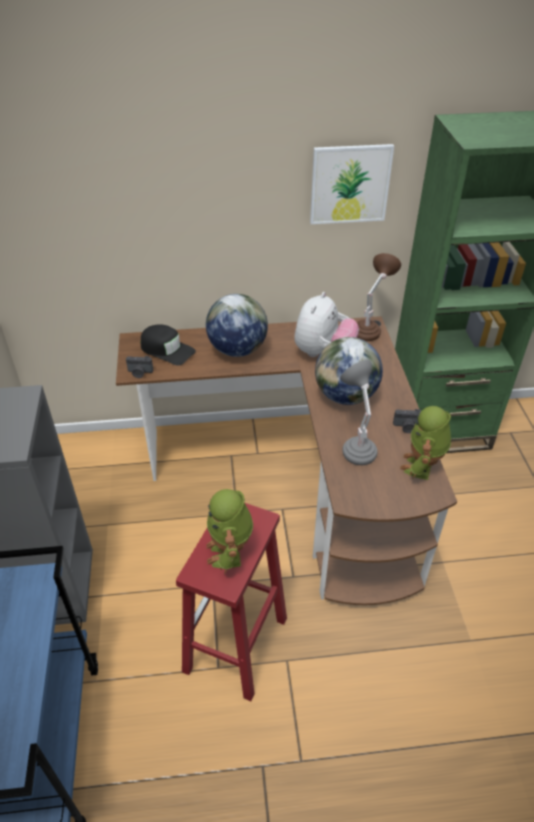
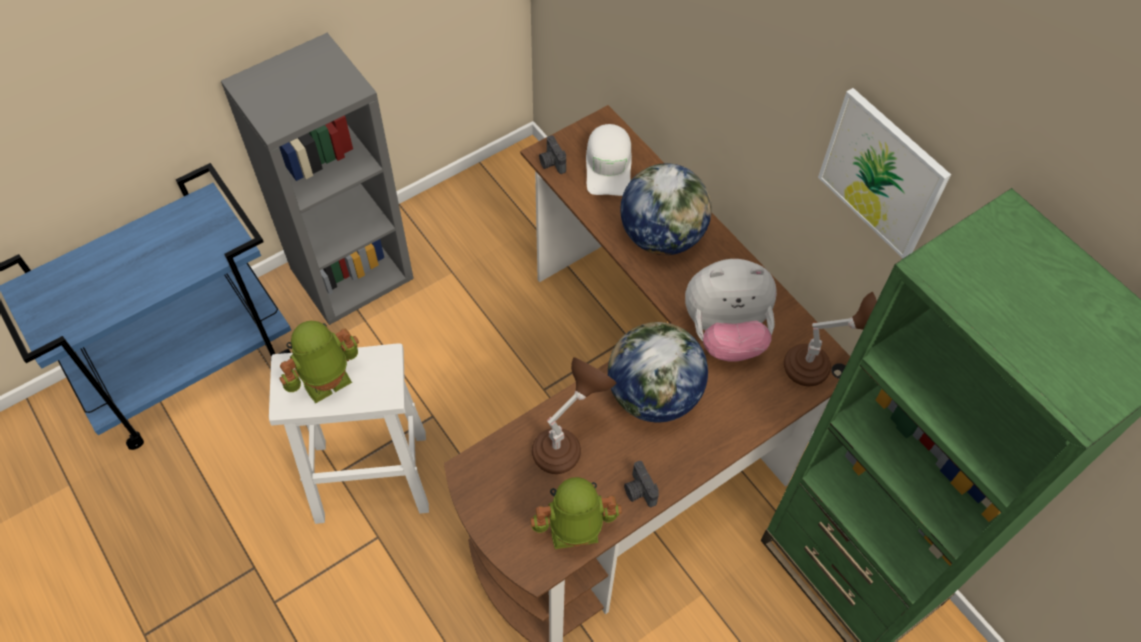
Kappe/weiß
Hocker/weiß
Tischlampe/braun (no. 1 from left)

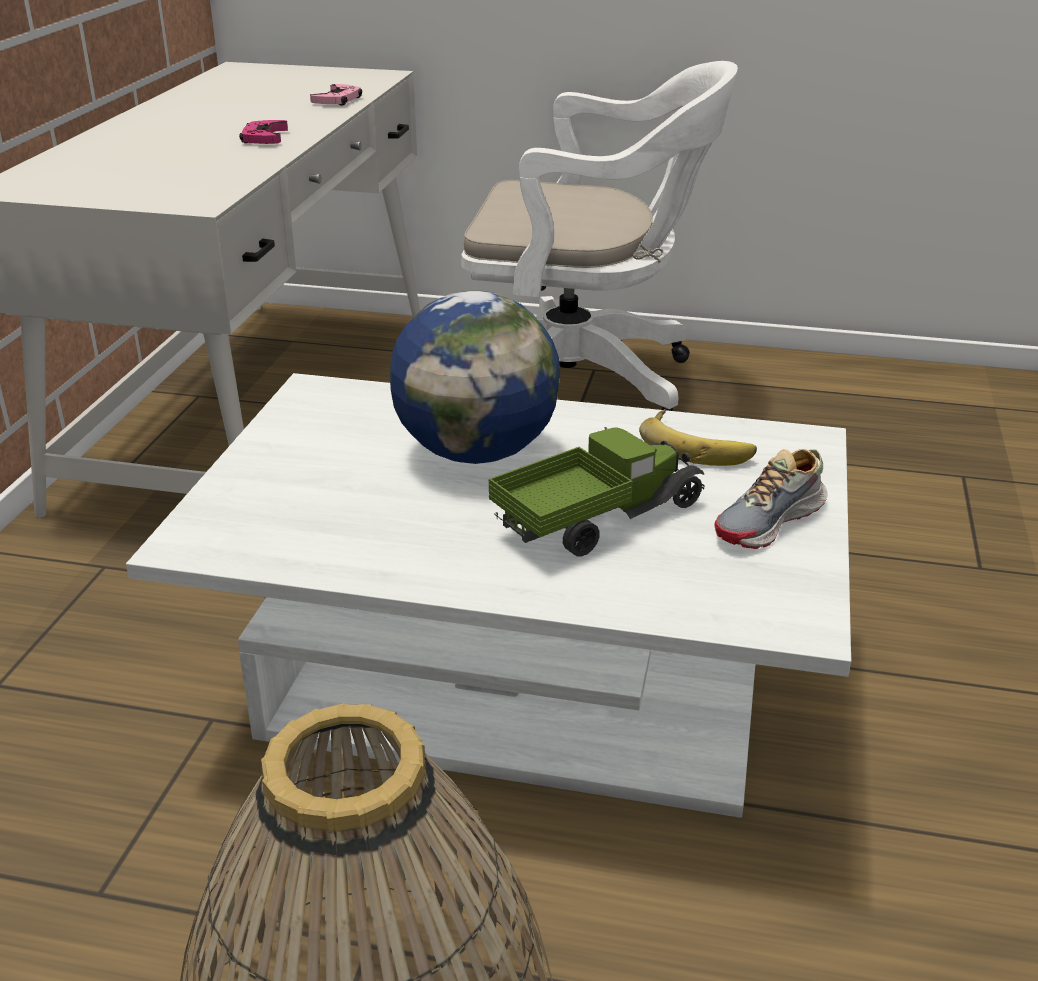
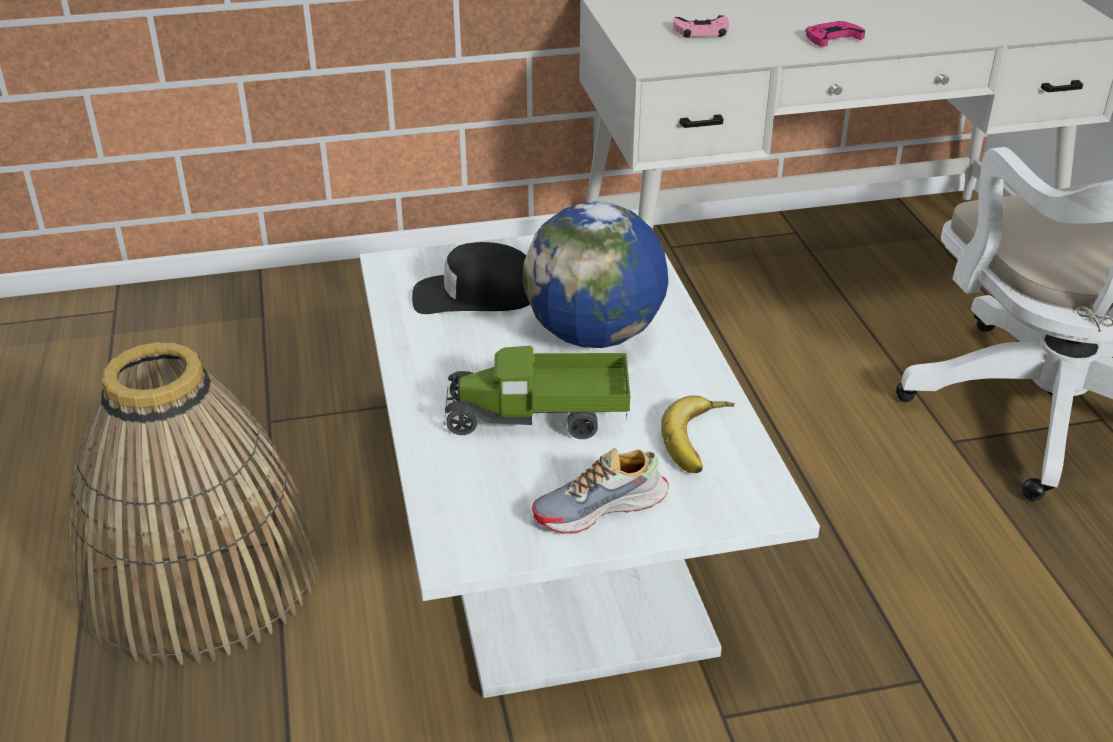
Kappe/schwarz
Gamepad/rosa (no. 1 from left)
Spielzeuglaster
Schuh

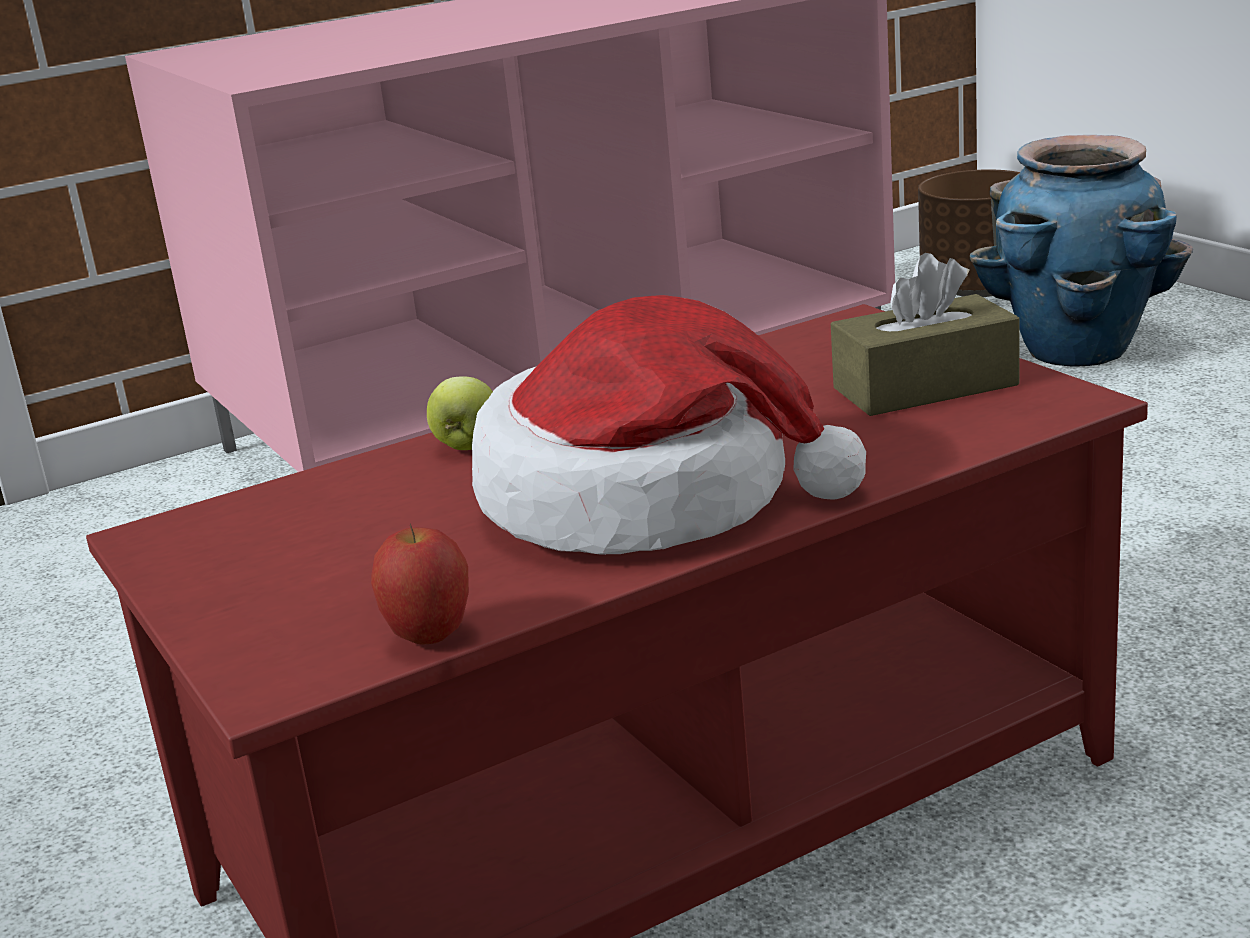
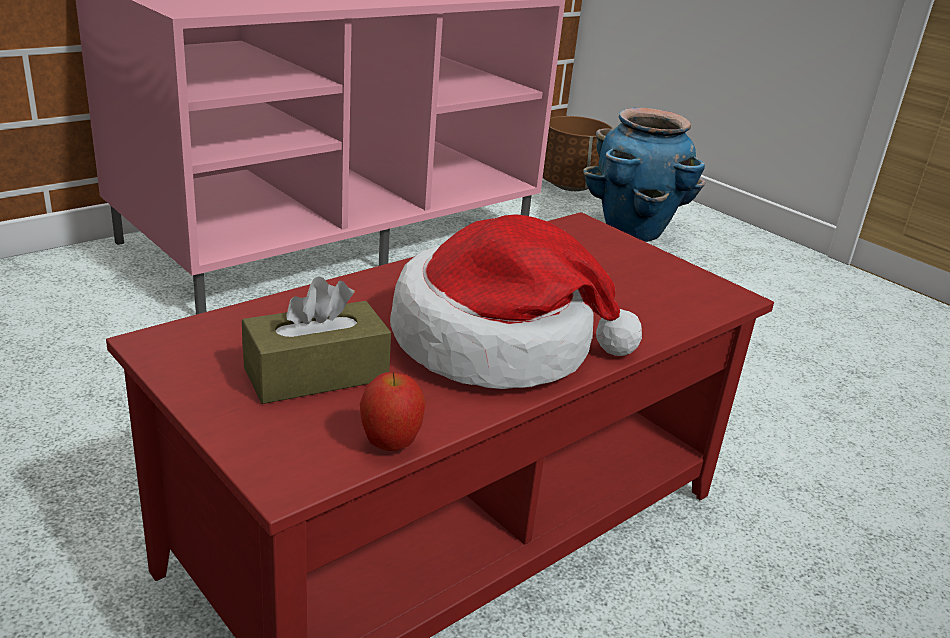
Apfel (no. 2 from left in the first image)
Taschentuchbox/braun

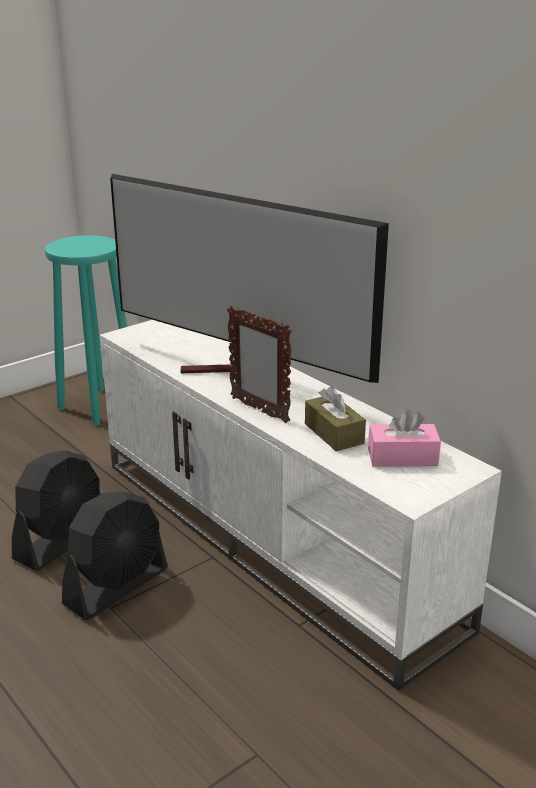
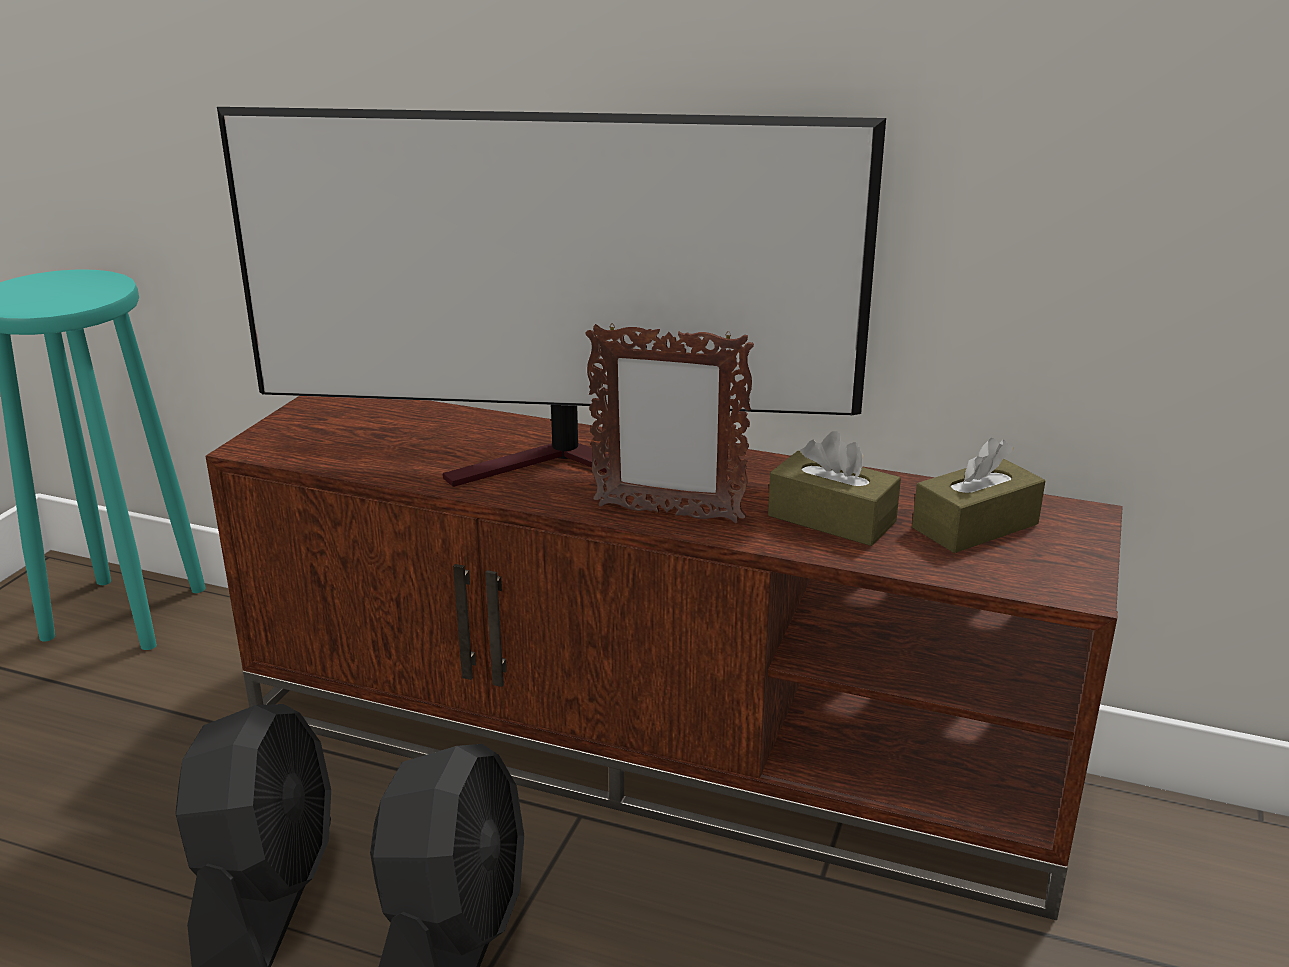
Fernsehschrank/braun
Taschentuchbox/braun (no. 2 from left)

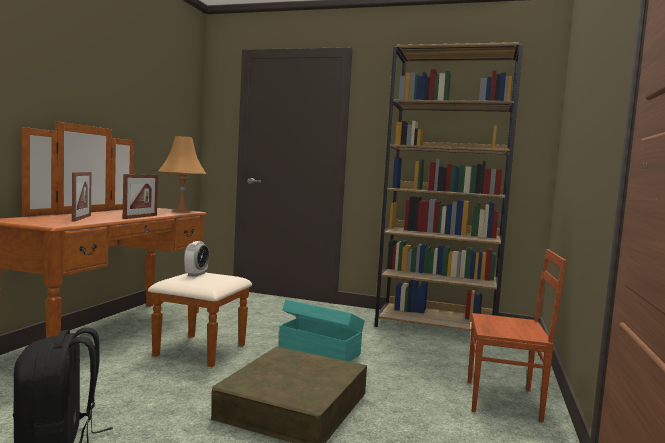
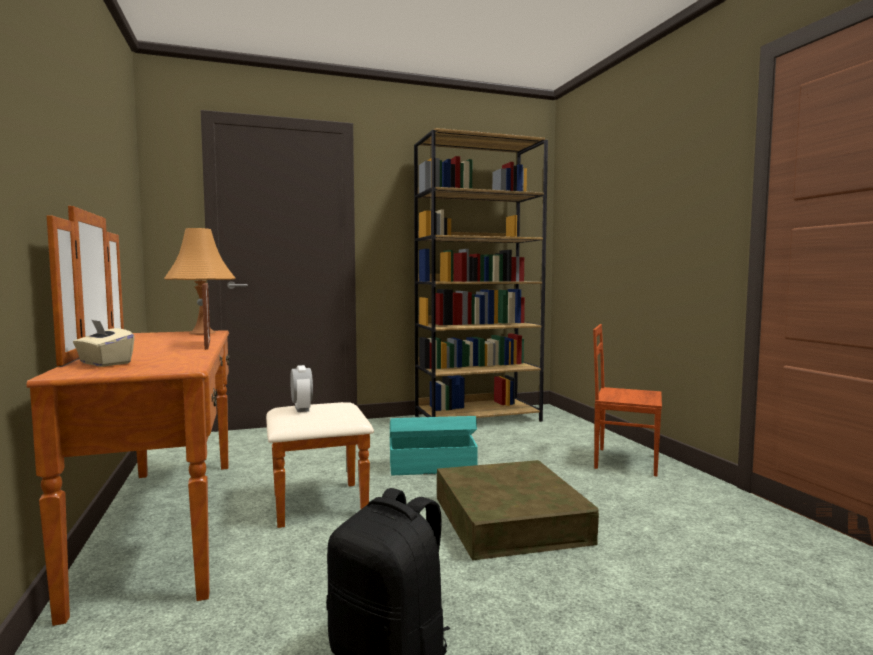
Bilderrahmen (no. 1 from left in the first image)
Taschentuchbox/beige
Stuhl/braun

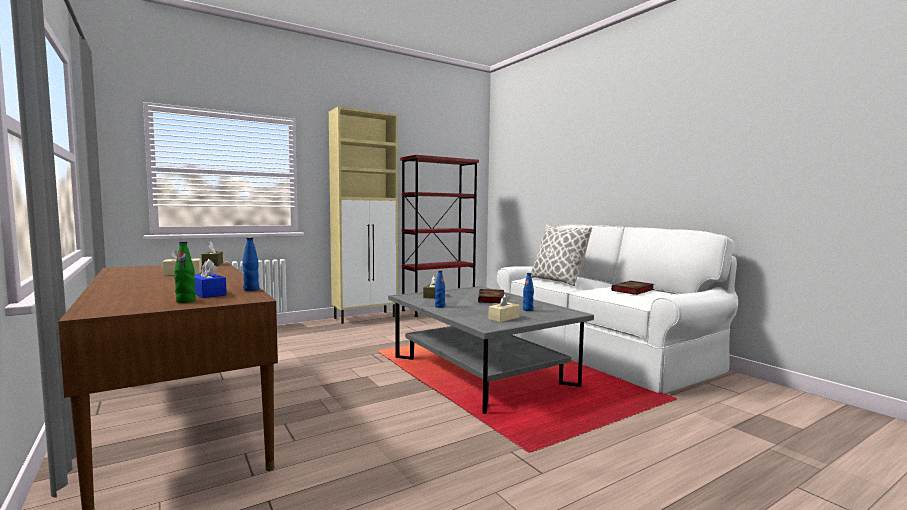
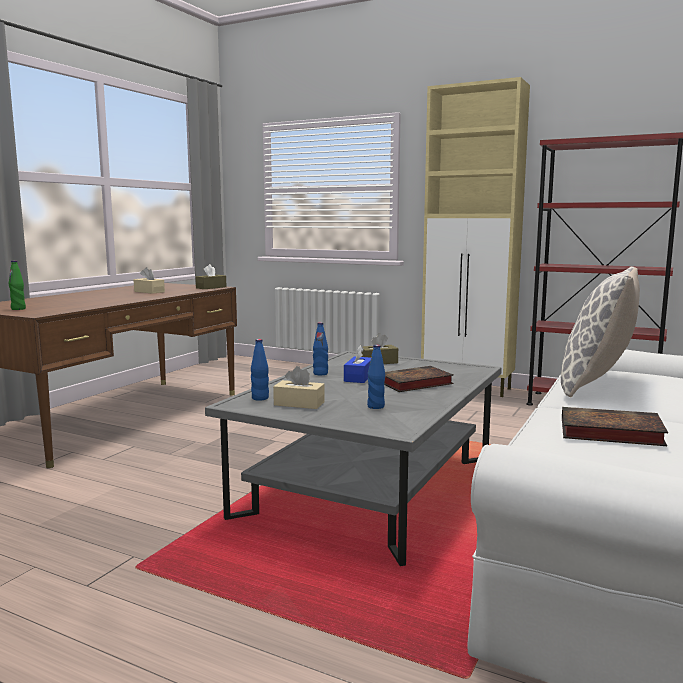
Taschentuchbox/blau
Flasche/blau (no. 1 from left)

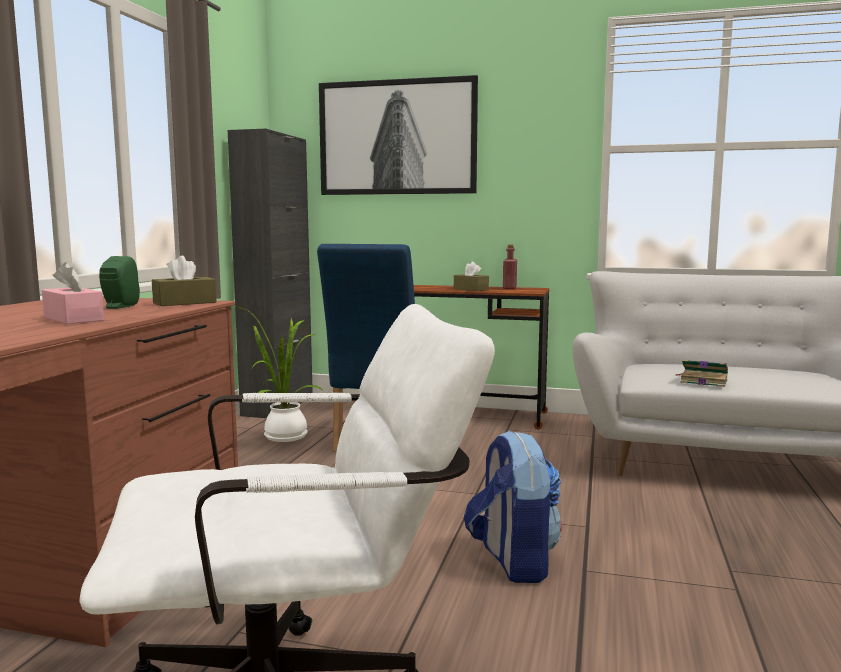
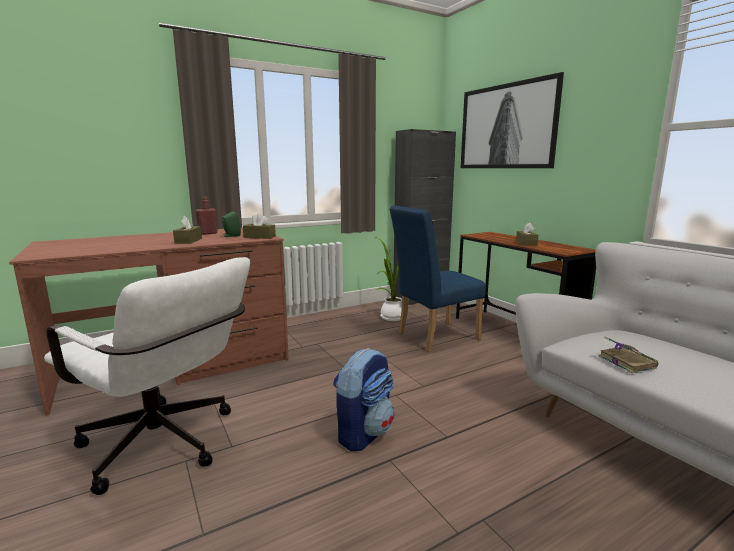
Flasche/rot
Taschentuchbox/braun (no. 1 from left)

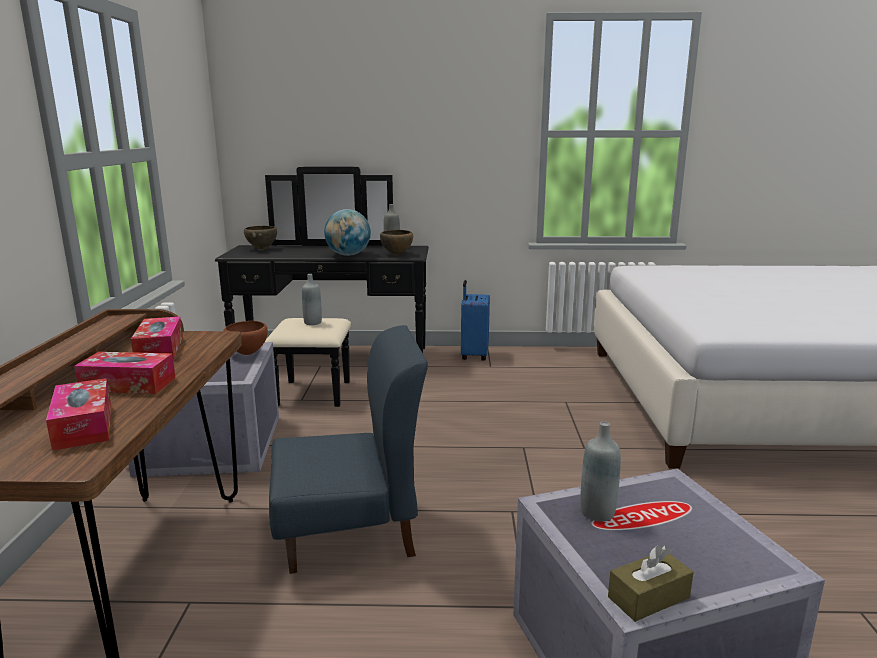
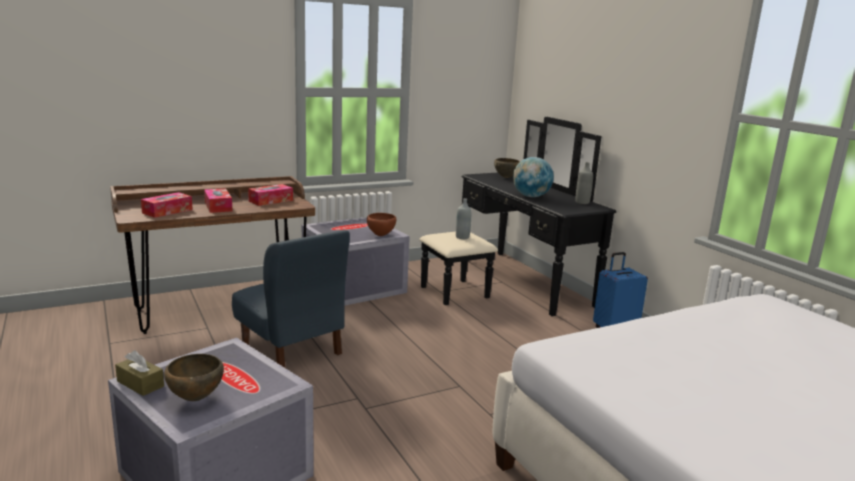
Flasche/grau (no. 3 from left in the first image)
Schüssel/braun (no. 1 from left)

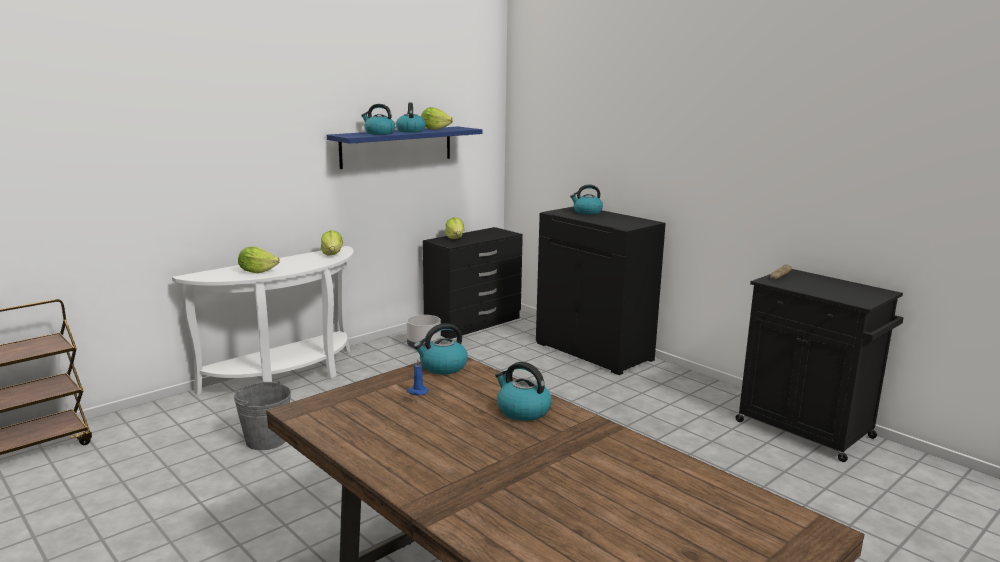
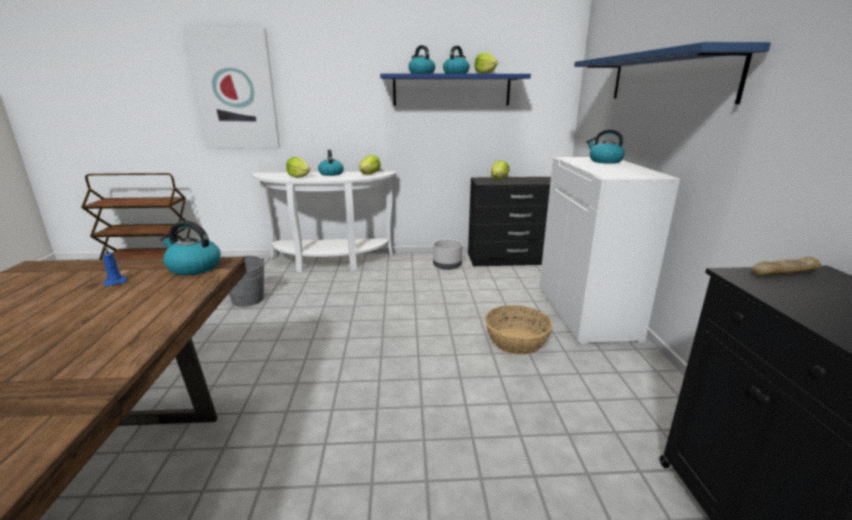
Bild
Korb
Wandregal/blau (no. 2 from left)
Wasserkessel (no. 2 from left)
Schrank/weiß

